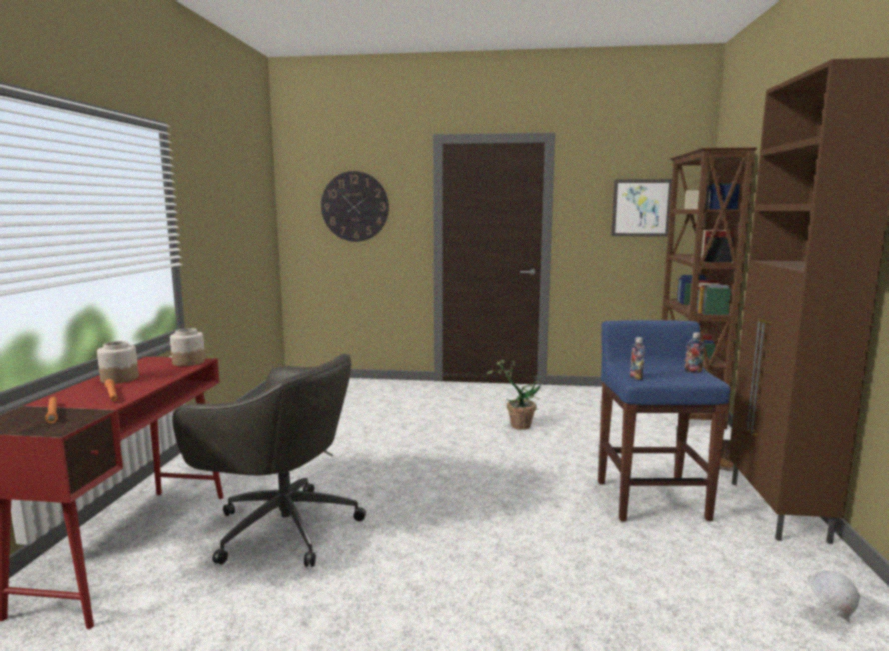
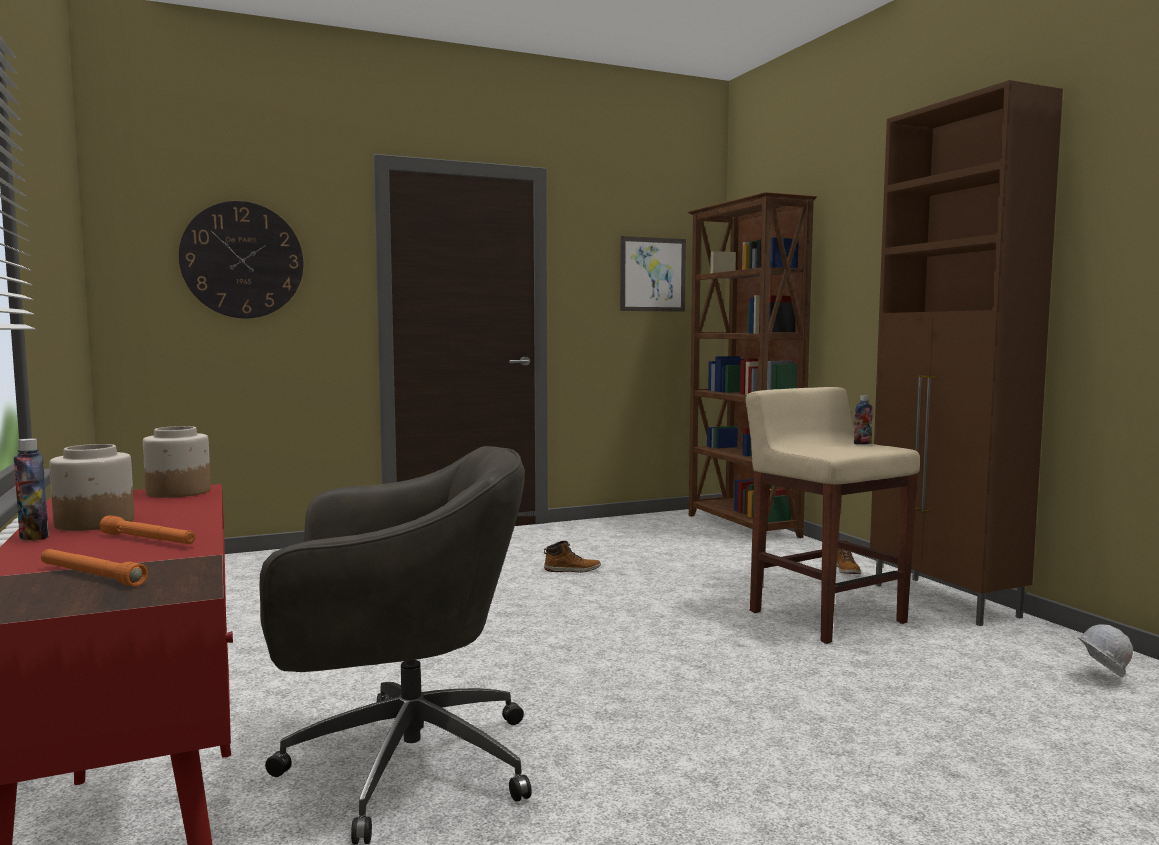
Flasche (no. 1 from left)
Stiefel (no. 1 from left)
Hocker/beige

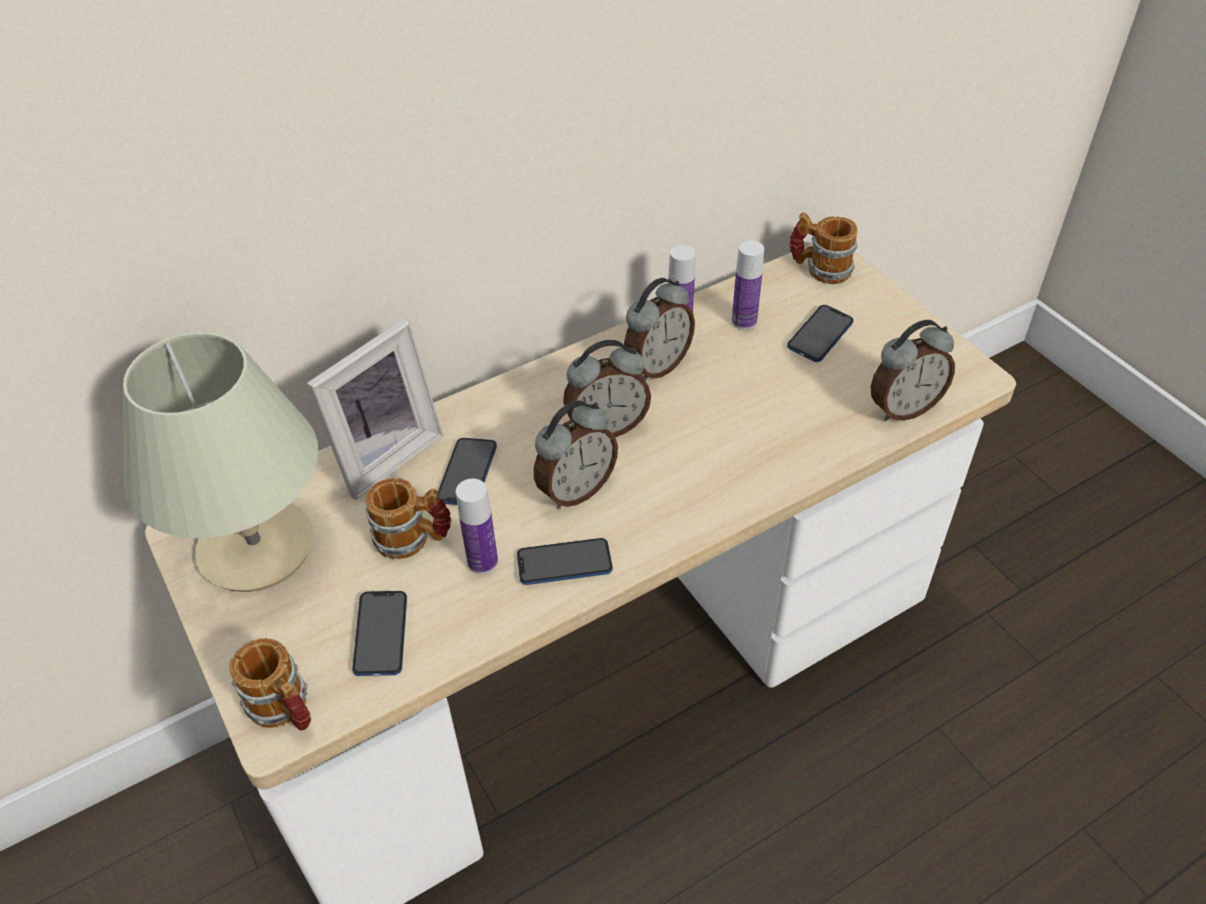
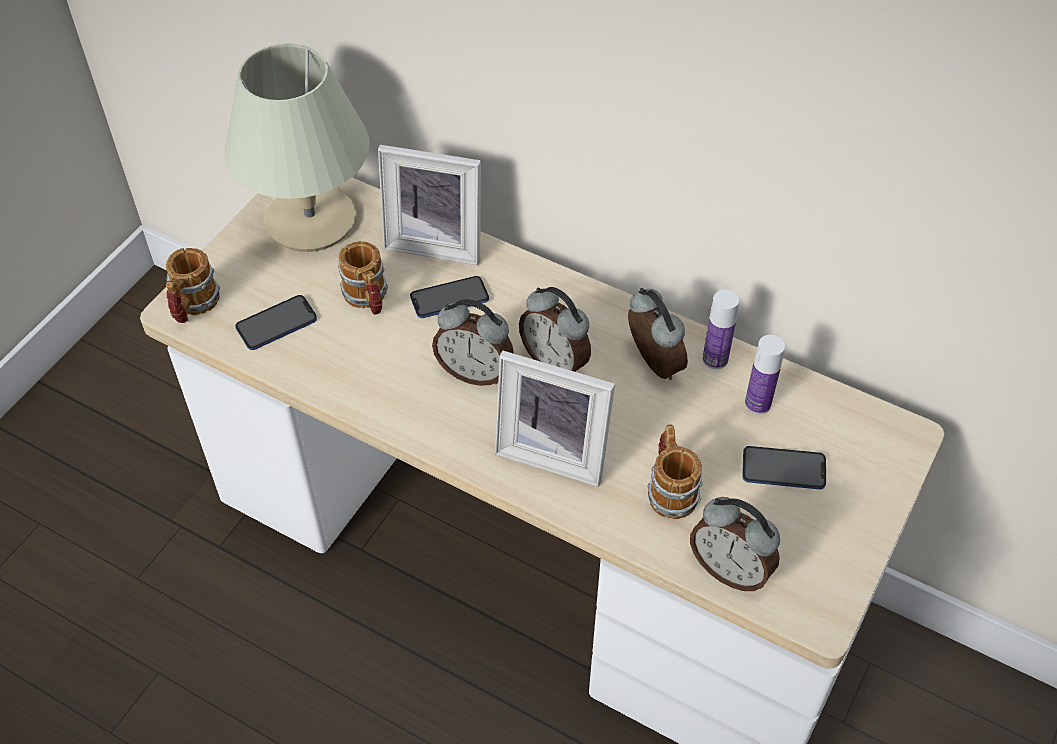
Flasche (no. 1 from left in the first image)
Handy (no. 3 from left in the first image)
Bilderrahmen (no. 2 from left)
Henkelbecher (no. 3 from left)
Wecker (no. 3 from left)

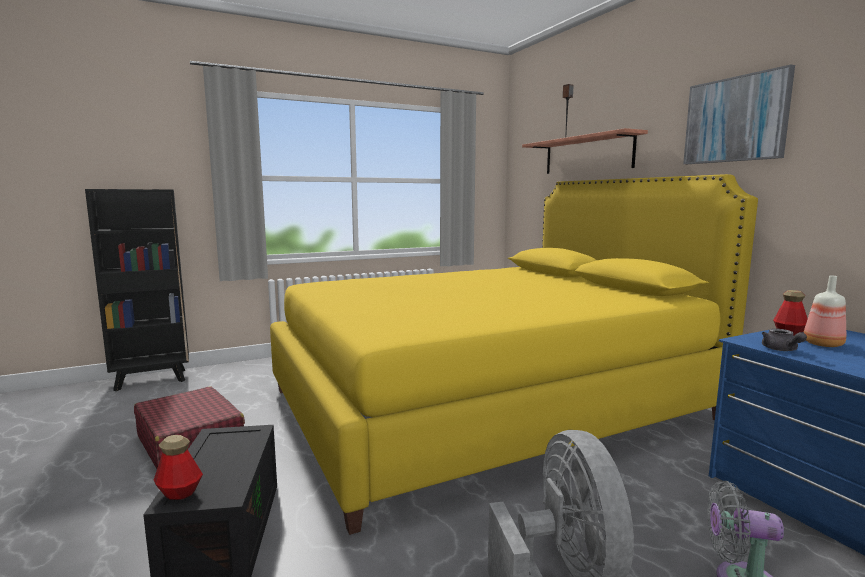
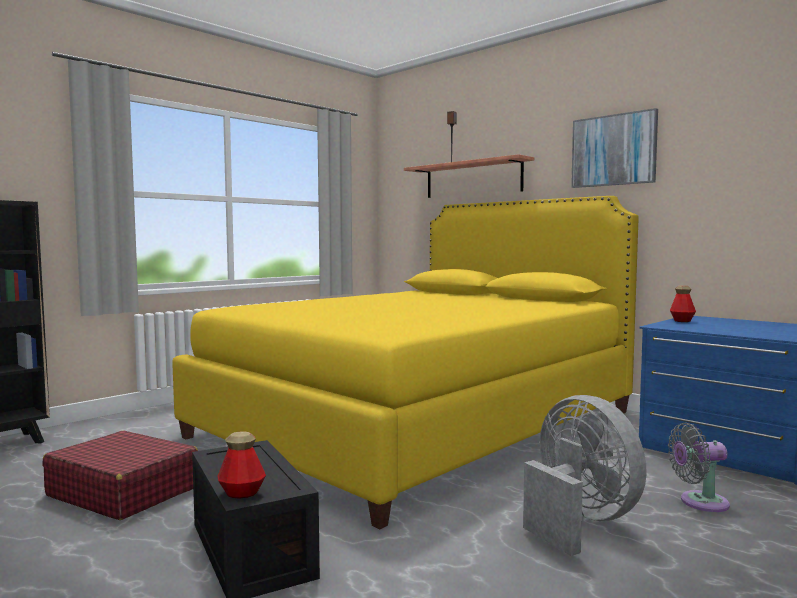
Teekanne/grau
Flasche (no. 3 from left in the first image)

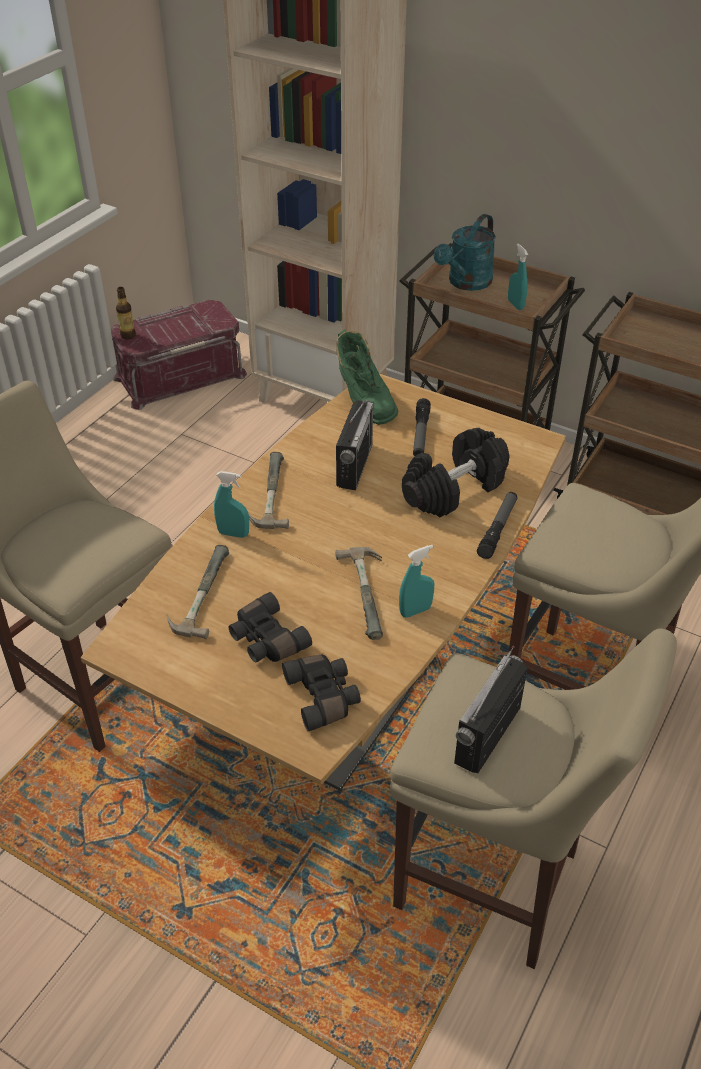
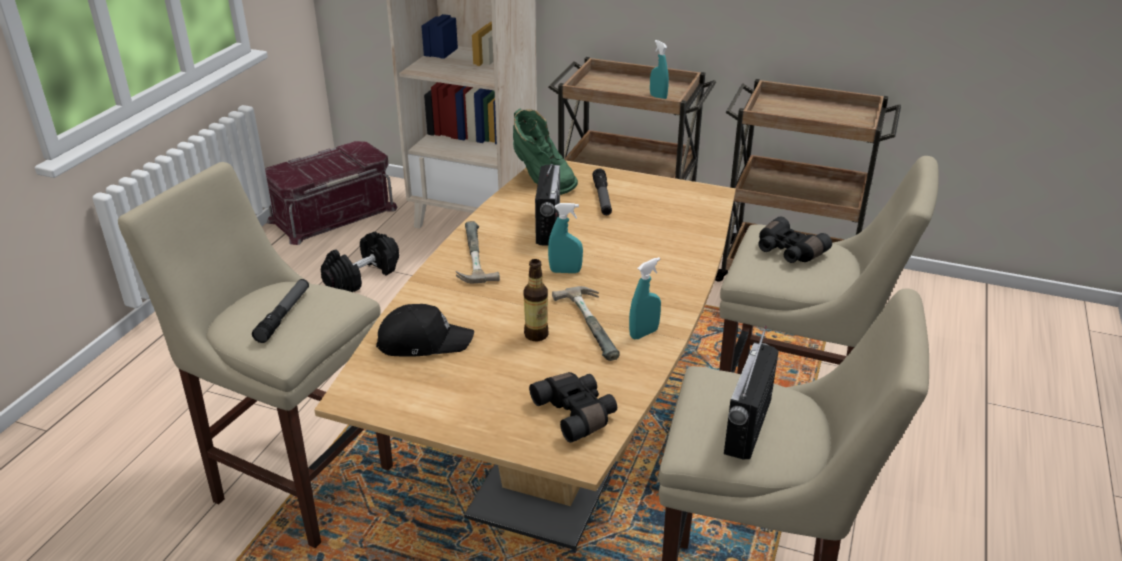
Gießkanne/türkis
Flasche
Sprühflasche/türkis (no. 1 from left)
Fernglas/schwarz (no. 2 from left)
Hantel/schwarz
Taschenlampe (no. 1 from left)
Kappe/schwarz

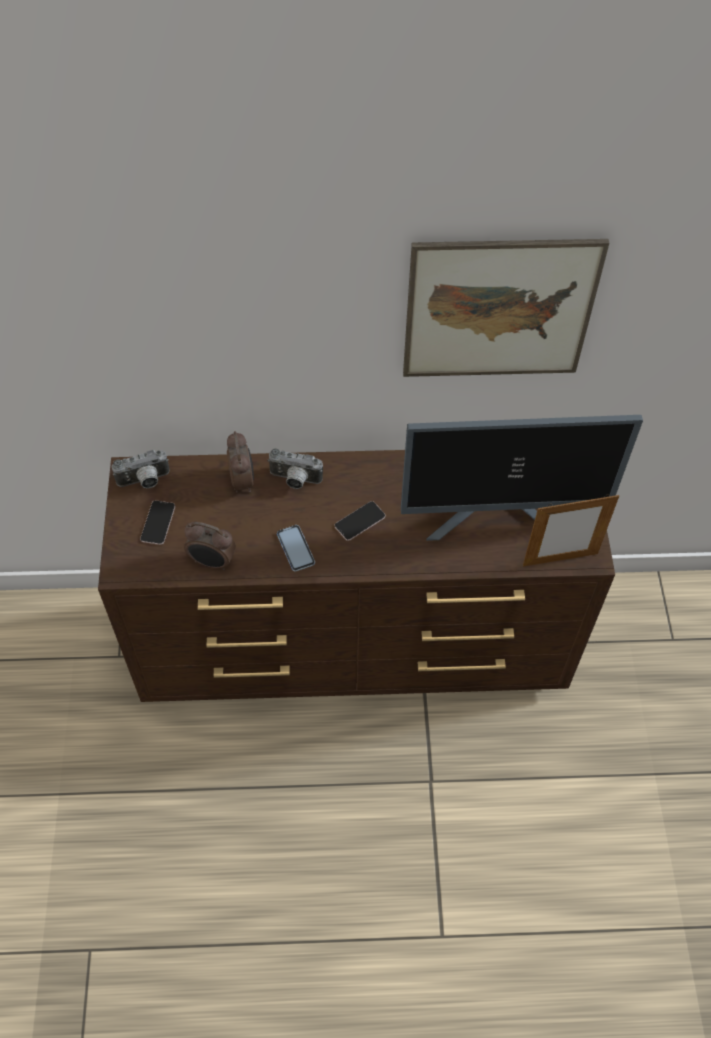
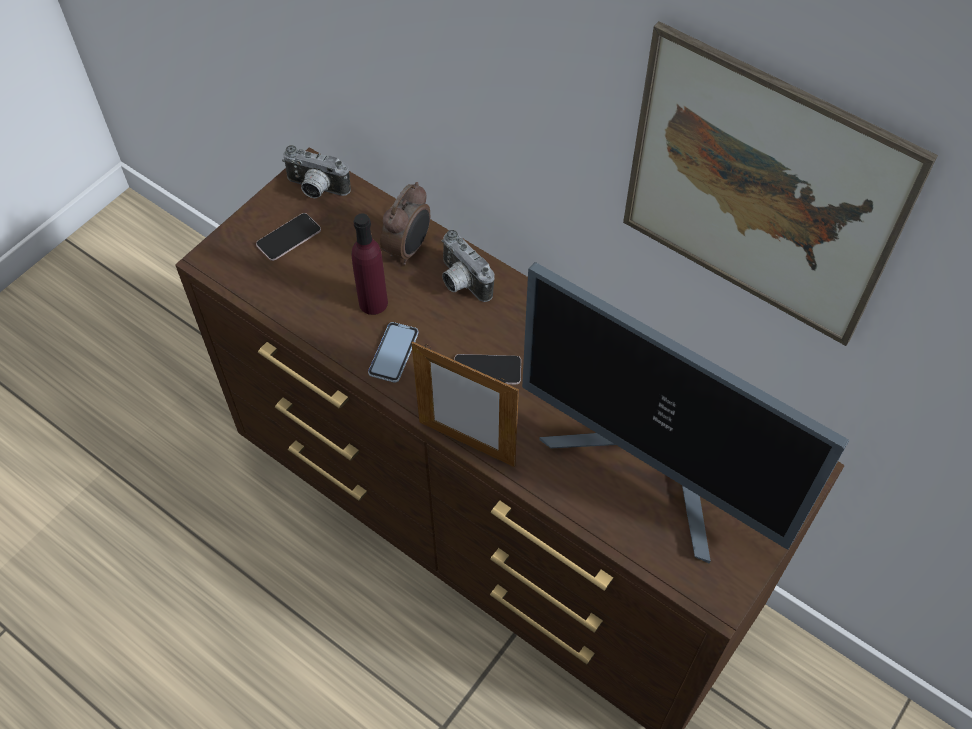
Wecker (no. 1 from left in the first image)
Flasche/lila
Bilderrahmen

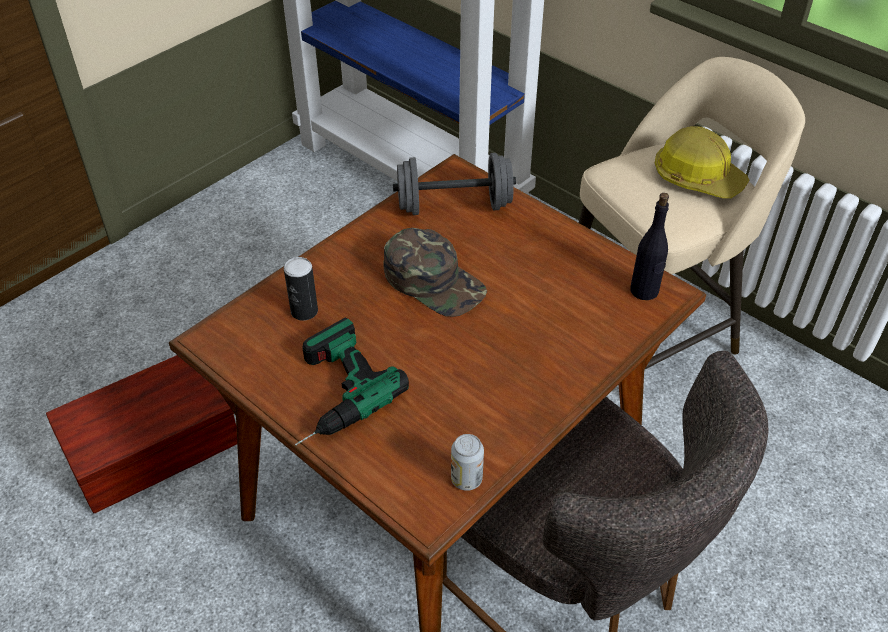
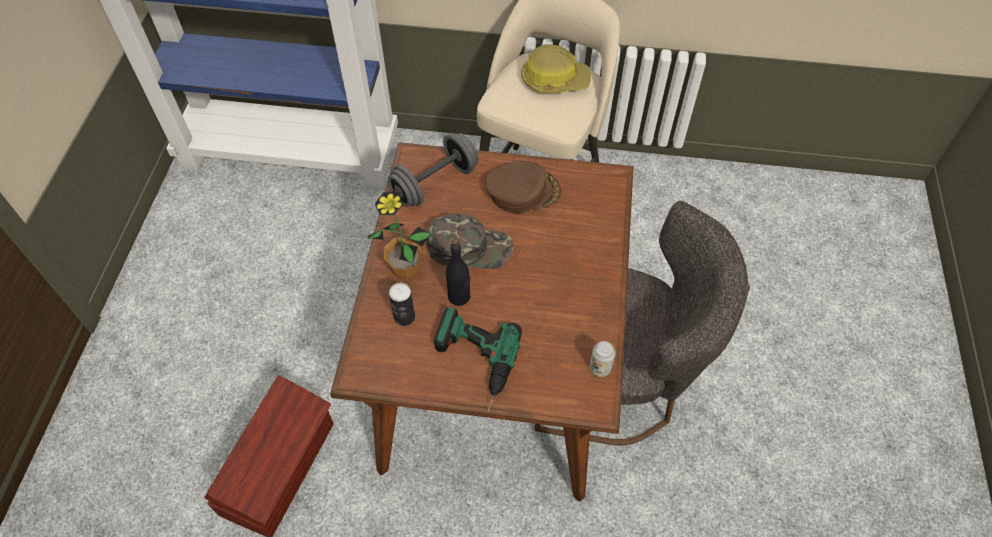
Topfpflanze
Kappe/braun
Flasche/schwarz

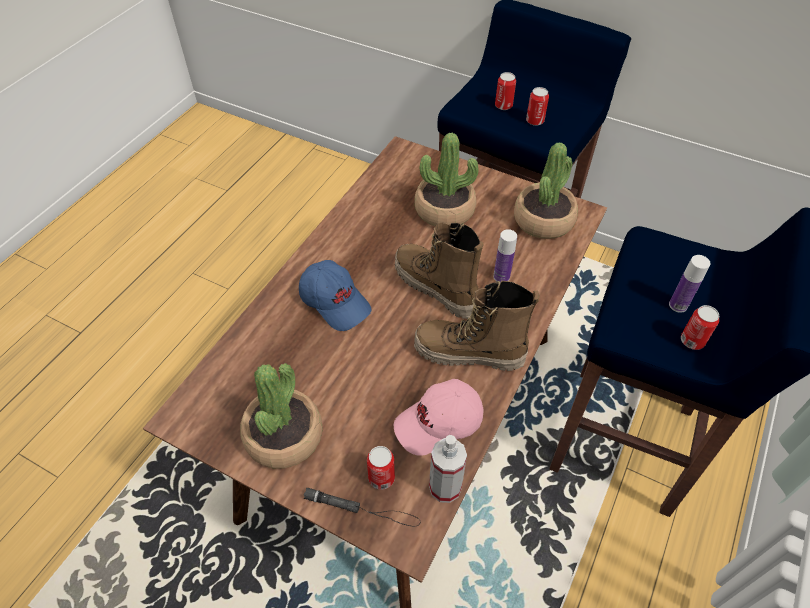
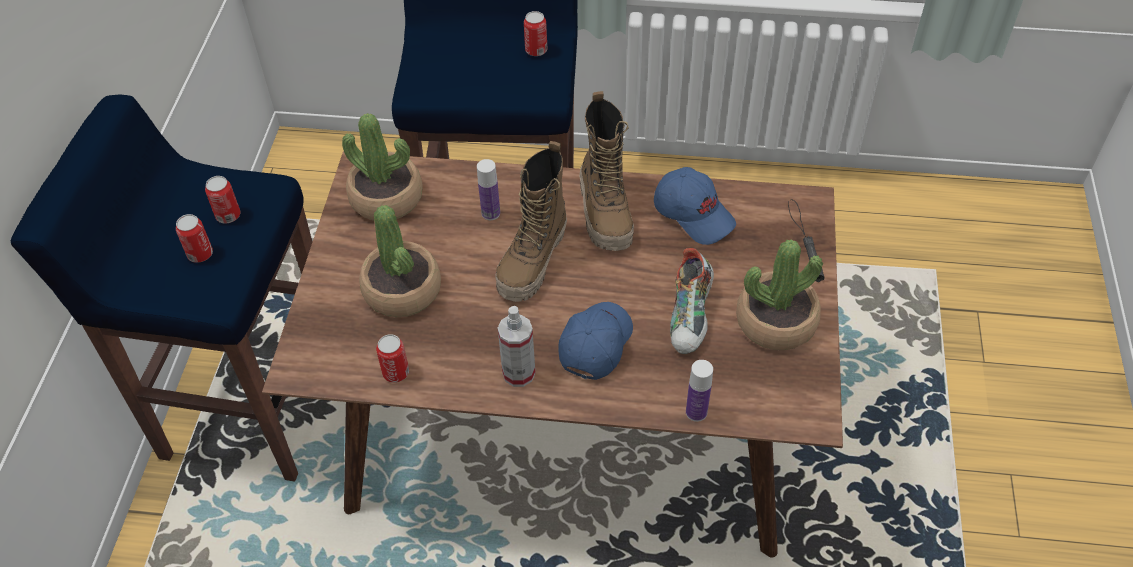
Schuh
Dose (no. 3 from left)
Sprühflasche
Flasche (no. 2 from left)
Kappe/blau (no. 2 from left)

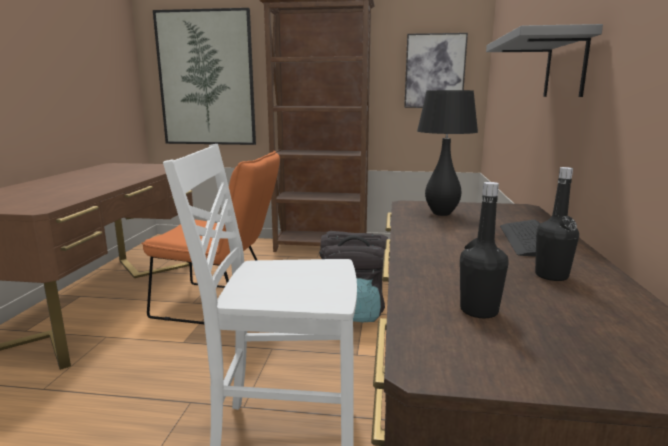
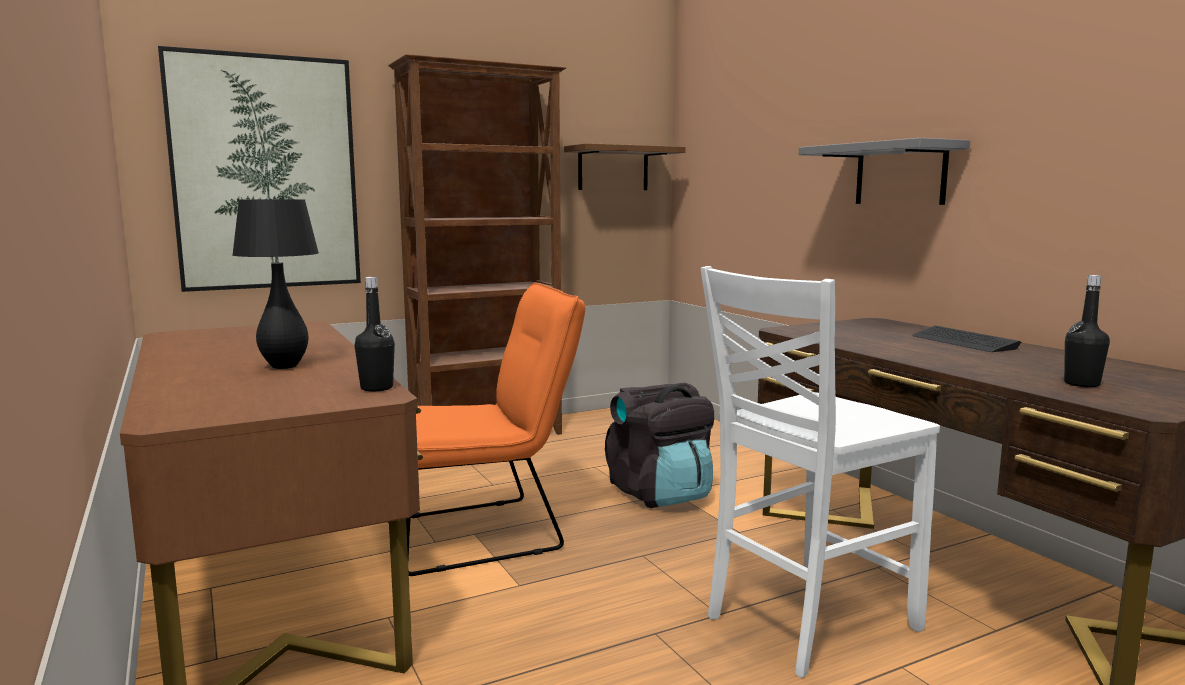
Tischlampe/schwarz
Flasche/schwarz (no. 1 from left)
Wandregal/braun

